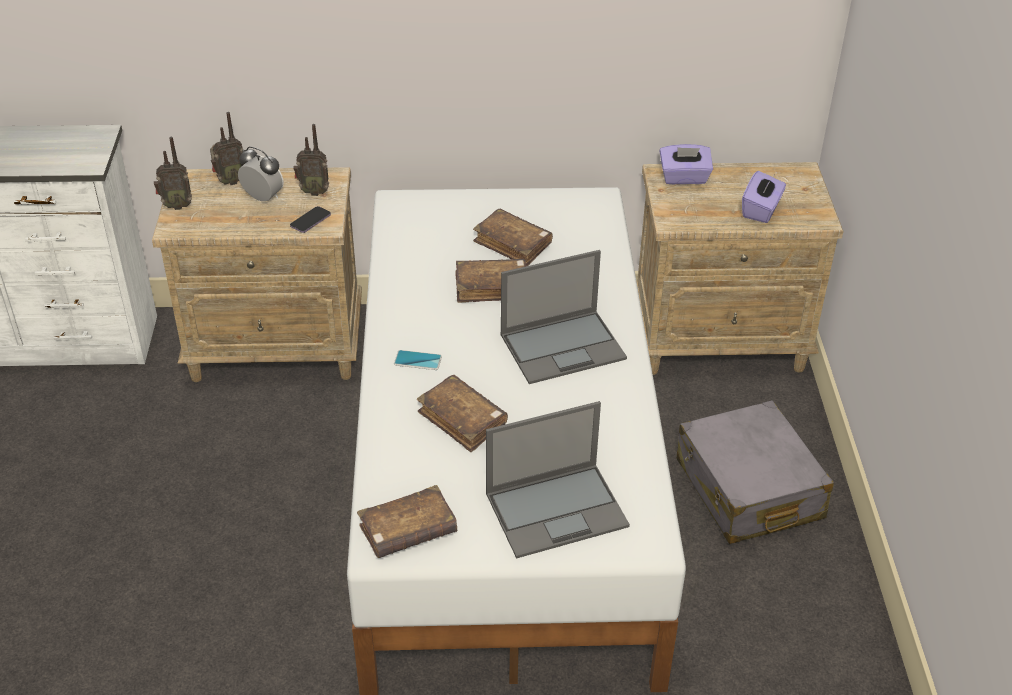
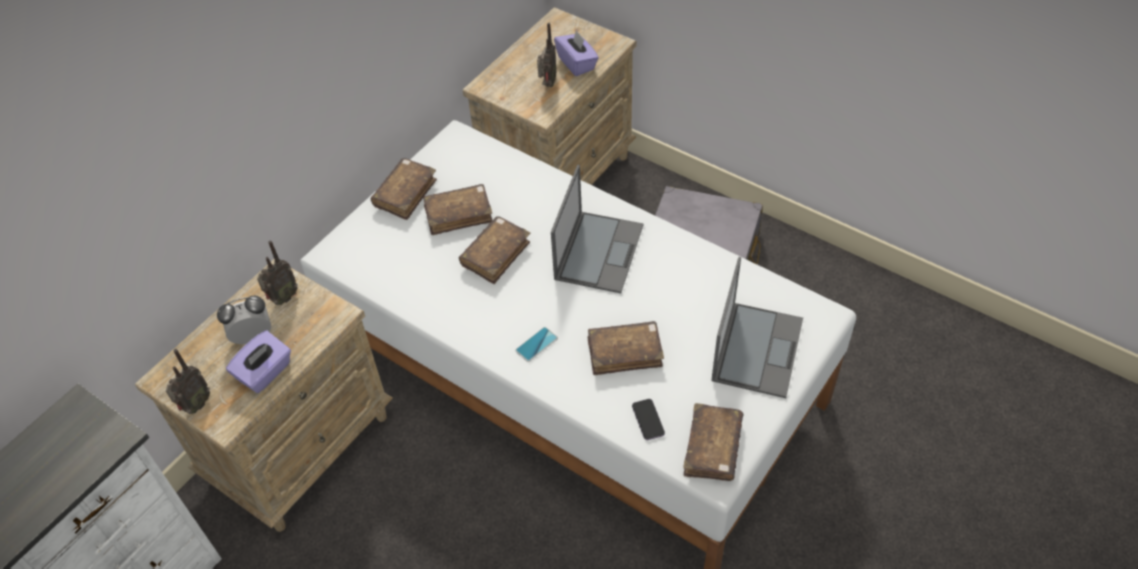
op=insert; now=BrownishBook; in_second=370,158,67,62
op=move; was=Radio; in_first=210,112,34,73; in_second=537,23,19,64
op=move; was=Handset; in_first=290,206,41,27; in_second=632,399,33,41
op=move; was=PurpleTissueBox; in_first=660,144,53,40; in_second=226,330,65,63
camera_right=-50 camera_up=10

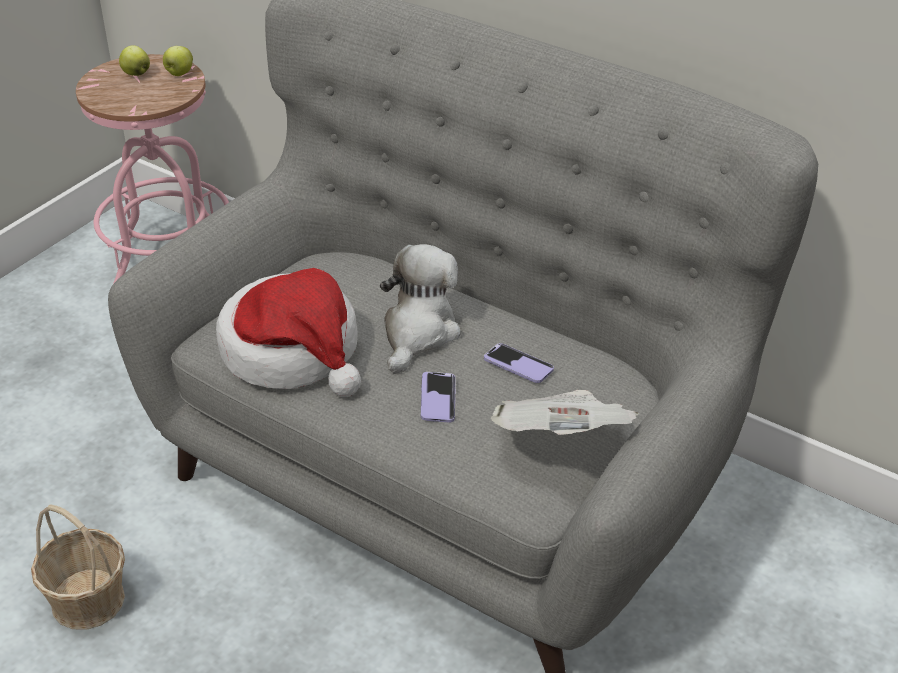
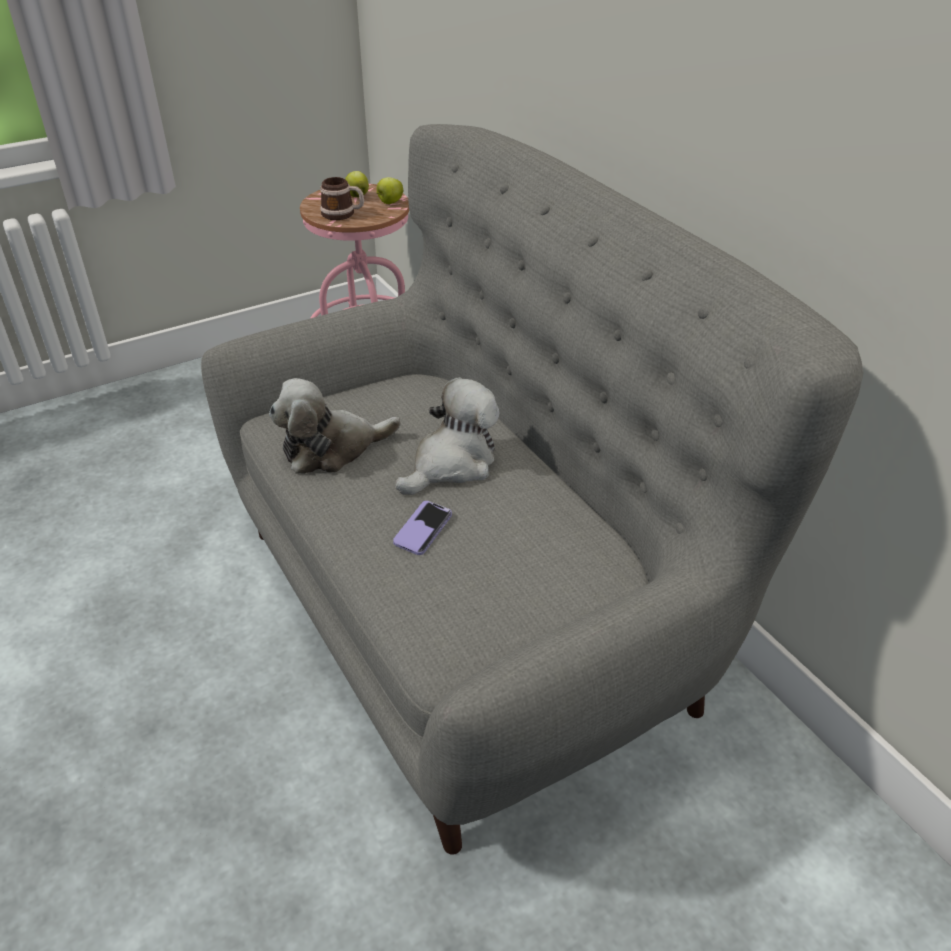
op=delete; was=StorageBasket; in_first=31,504,94,126
op=delete; was=Handset; in_first=484,343,70,40
op=delete; was=Newspaper; in_first=490,390,149,45
op=insert; now=Mug; in_second=320,177,44,43
op=replace; was=WearableHat; now=CuddlyToy; in_first=216,268,145,129; in_second=269,378,132,96
camera_right=25 camera_up=0

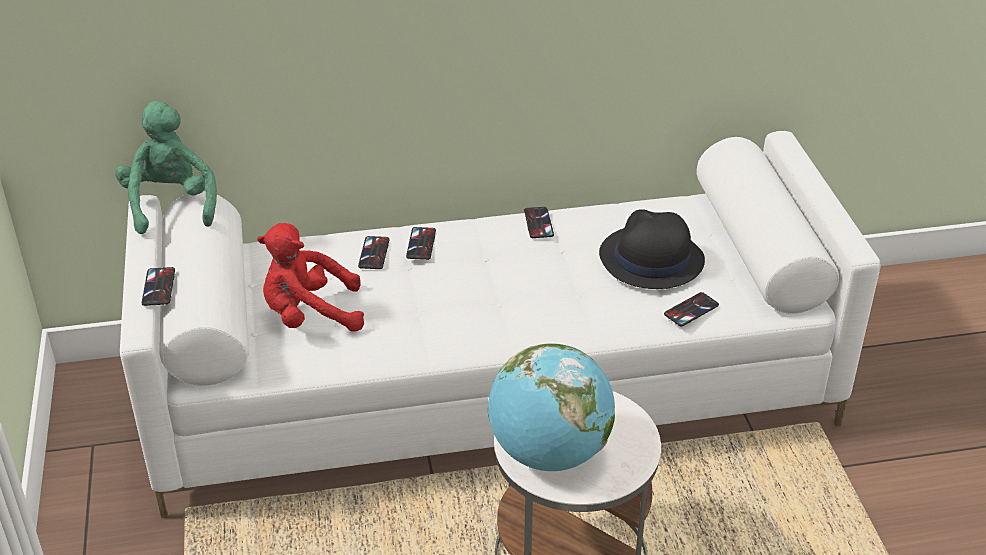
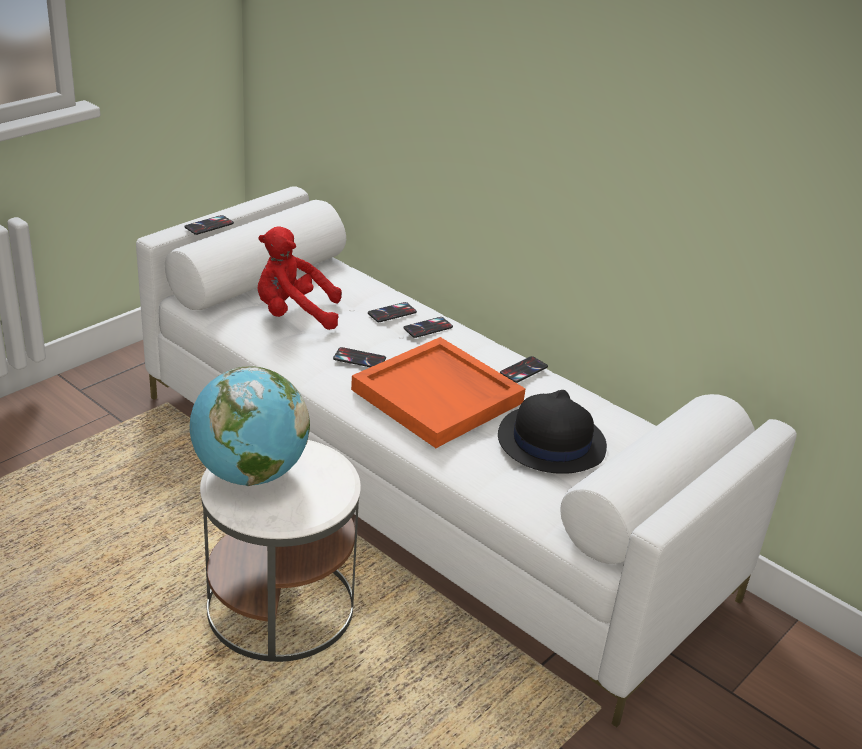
op=delete; was=GreenColouredCuddlyToy; in_first=115,101,102,133
op=insert; now=OrangeyTray; in_second=351,337,174,111
op=move; was=Handset; in_first=664,292,55,34; in_second=333,347,53,20
op=rotate; was=RedCuddlyToy; in_first=257,223,107,109; in_second=258,226,84,104; clockwise=-45
camera_right=50 camera_up=-5

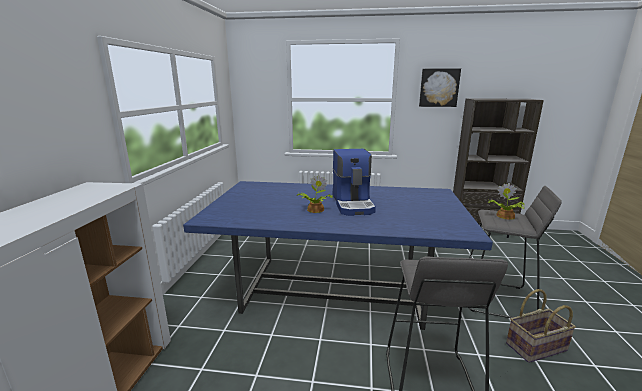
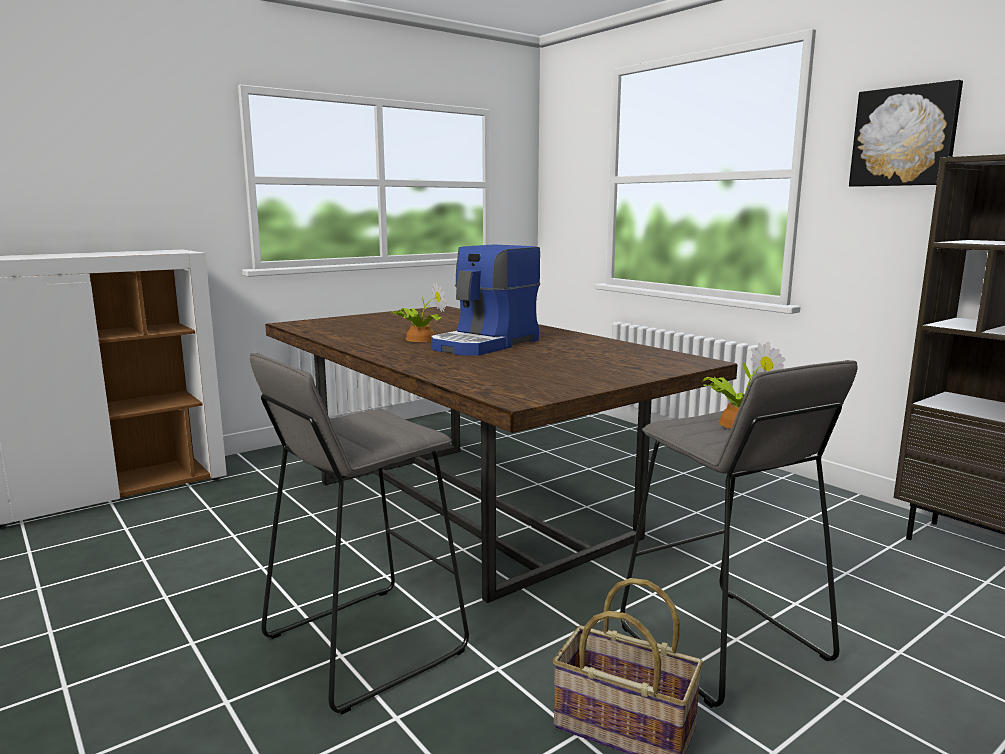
op=recolor; was=BlueDiningTable; now=BrownishDiningTable; in_first=183,181,310,149; in_second=265,306,472,297
camera_right=45 camera_up=-5

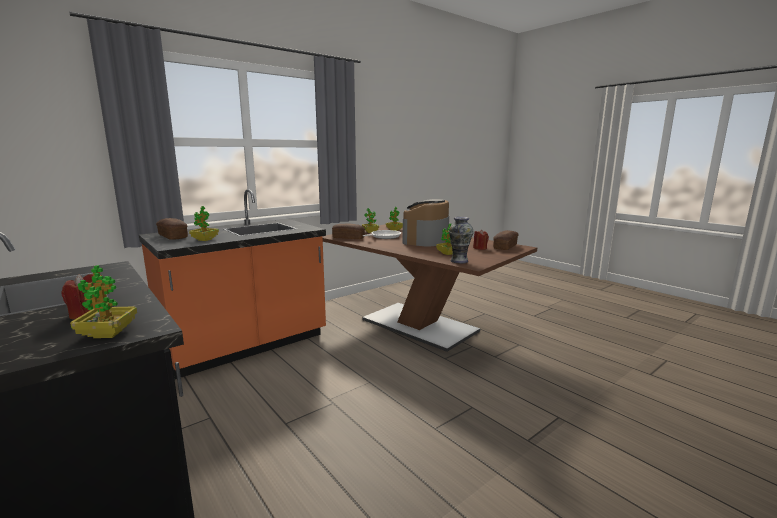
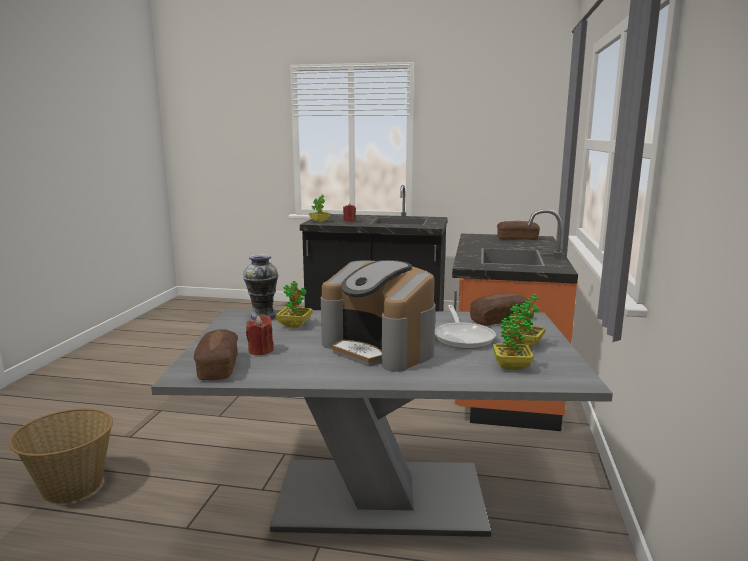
op=delete; was=Houseplant; in_first=189,206,30,35
op=insert; now=StorageBasket; in_second=8,408,105,96
op=recolor; was=BrownishDiningTable; now=GreyishDiningTable; in_first=322,224,215,128; in_second=151,309,462,228
op=rotate; was=CoffeeMaker; in_first=402,199,47,47; in_second=321,260,115,112; clockwise=150
camera_right=140 camera_up=0

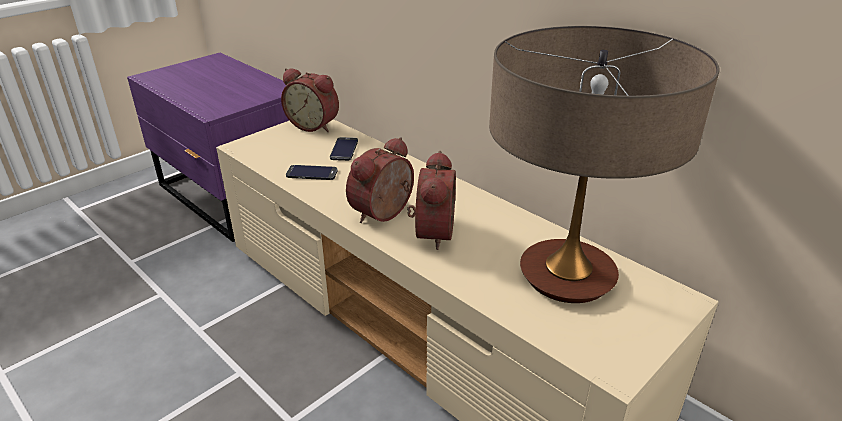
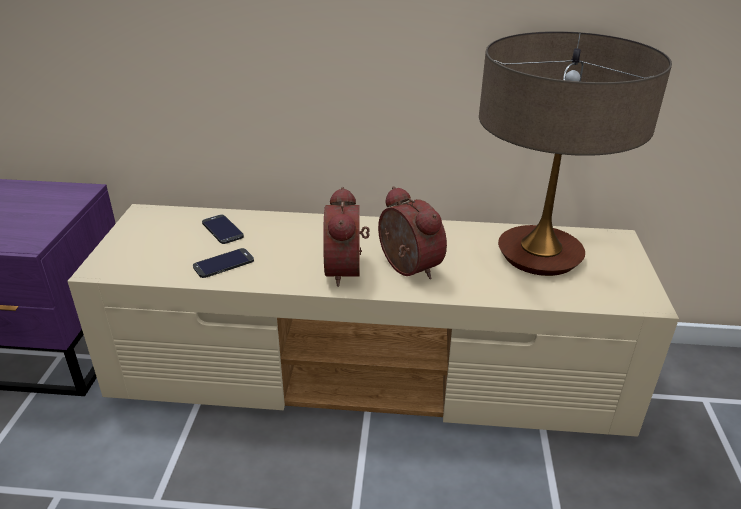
op=delete; was=AlarmClock; in_first=281,68,58,64
camera_right=-40 camera_up=0

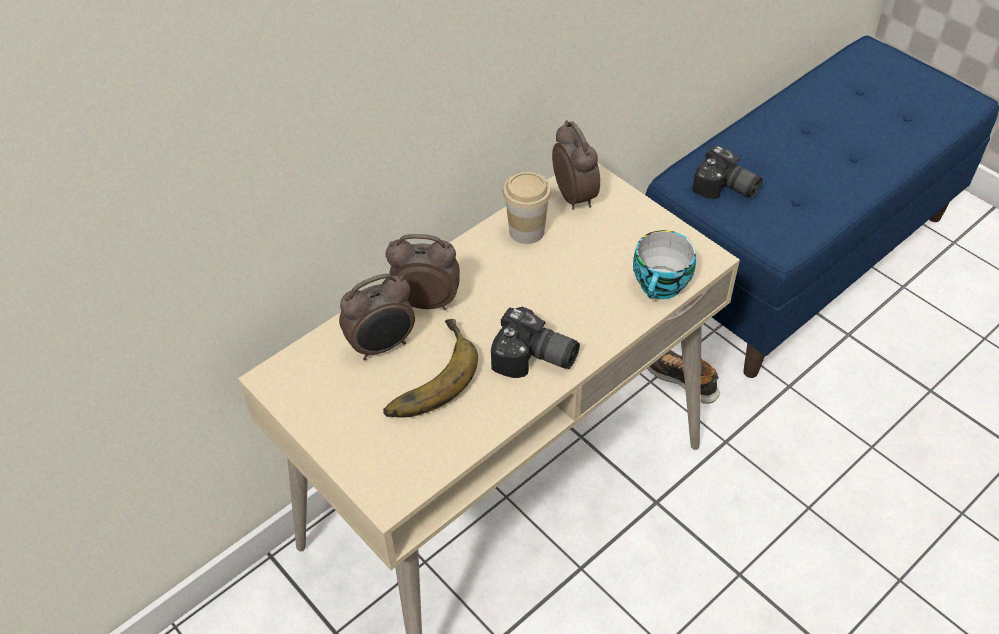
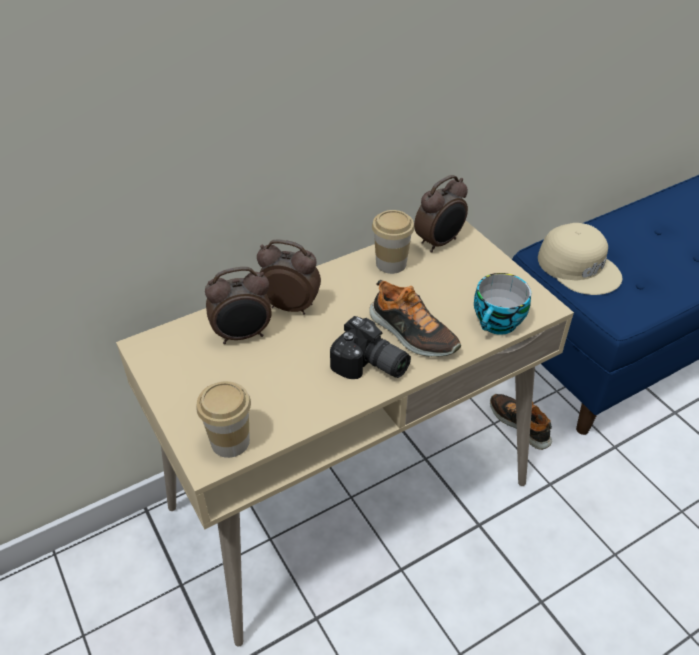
op=delete; was=WholeBanana; in_first=383,319,95,99
op=insert; now=Cup; in_second=196,381,55,77
op=insert; now=ItemOfFootwear; in_second=369,280,92,77
op=replace; was=PhotoCamera; now=BeigePeakedCap; in_first=692,146,71,53; in_second=538,223,84,72
op=rotate; was=AlarmClock; in_first=552,120,48,90; in_second=414,175,54,78; clockwise=60
camera_right=10 camera_up=-5

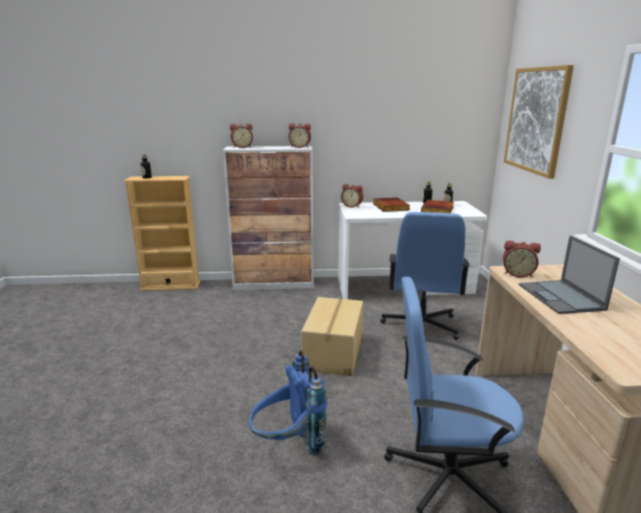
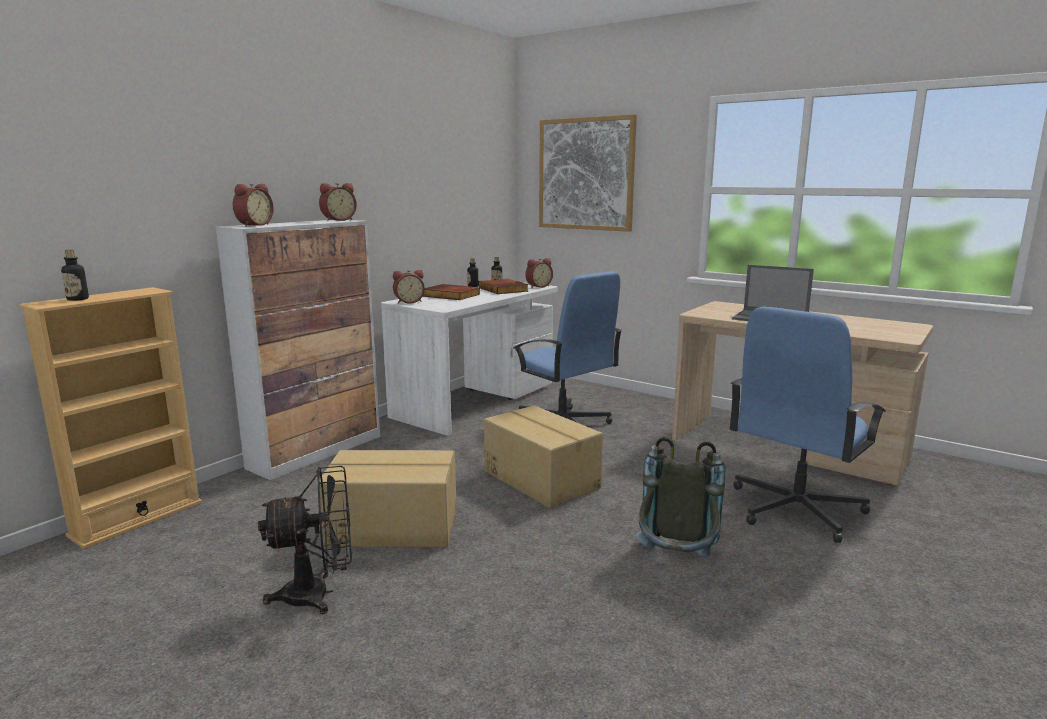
op=insert; now=BlackCoolingFan; in_second=258,466,94,148
op=insert; now=PackingBox; in_second=317,450,139,97
op=move; was=AlarmClock; in_first=503,241,38,36; in_second=525,258,28,30
op=recolor; was=BlueRucksack; now=GreyishRucksack; in_first=248,350,79,106; in_second=636,437,90,120
camera_right=-50 camera_up=-5

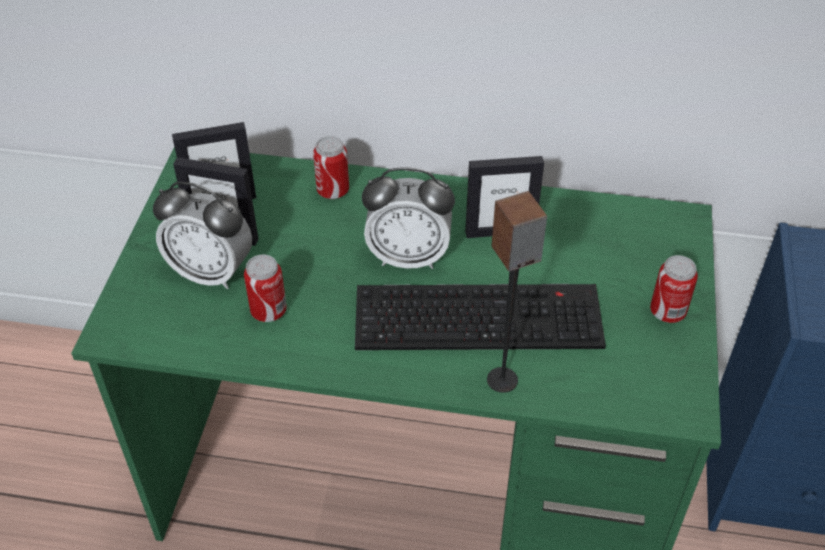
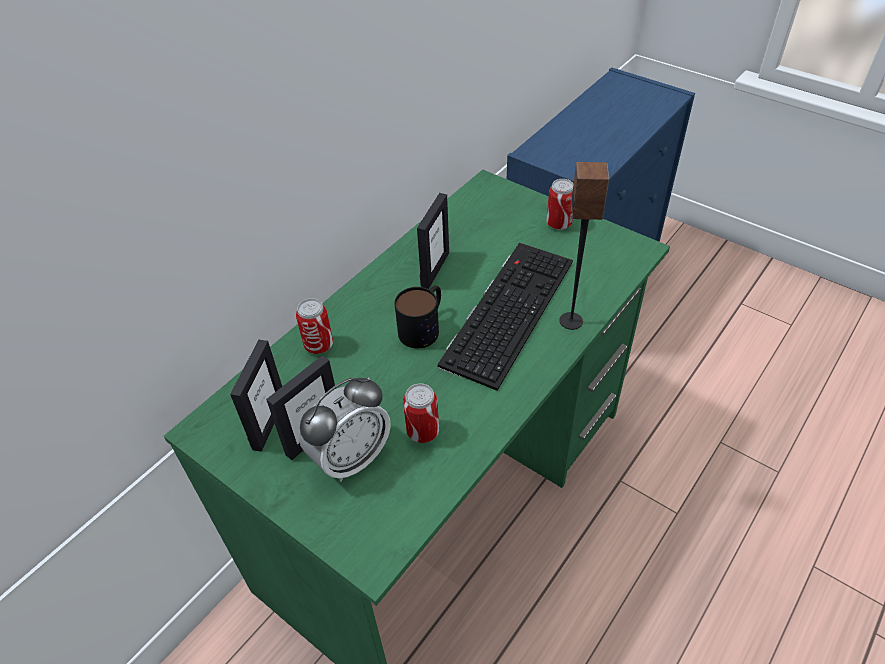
op=replace; was=AlarmClock; now=Mug; in_first=362,167,93,102; in_second=394,286,47,62
camera_right=-60 camera_up=0

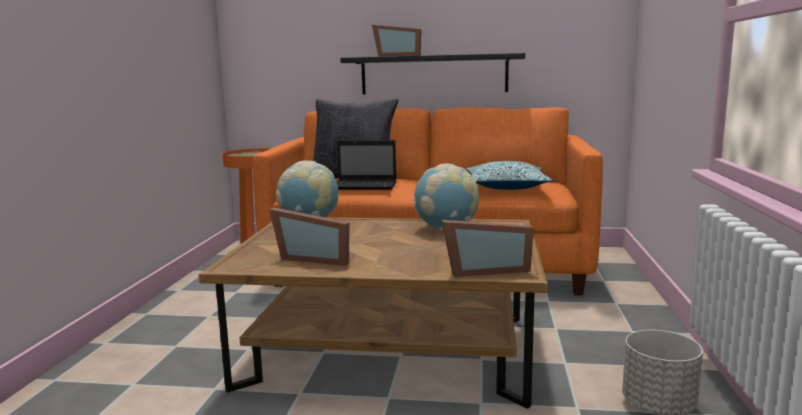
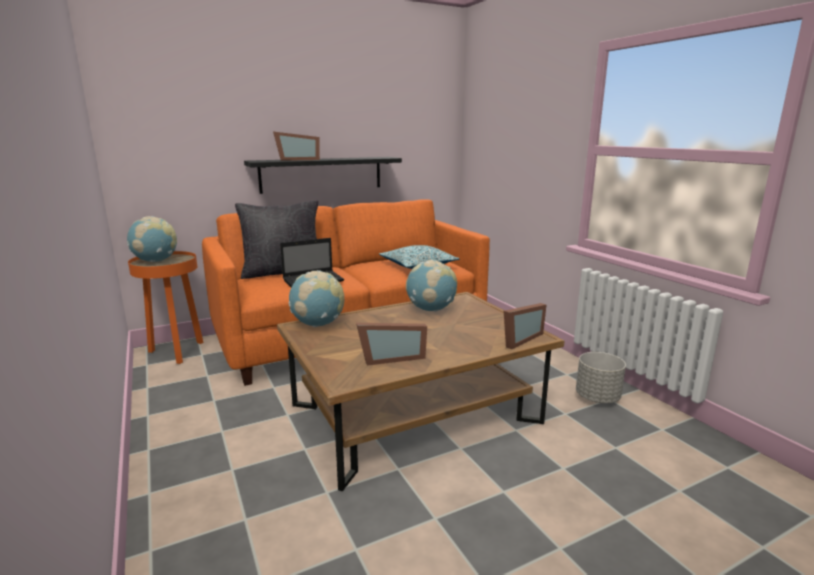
op=insert; now=WorldGlobe; in_second=127,216,50,46
camera_right=-35 camera_up=5

